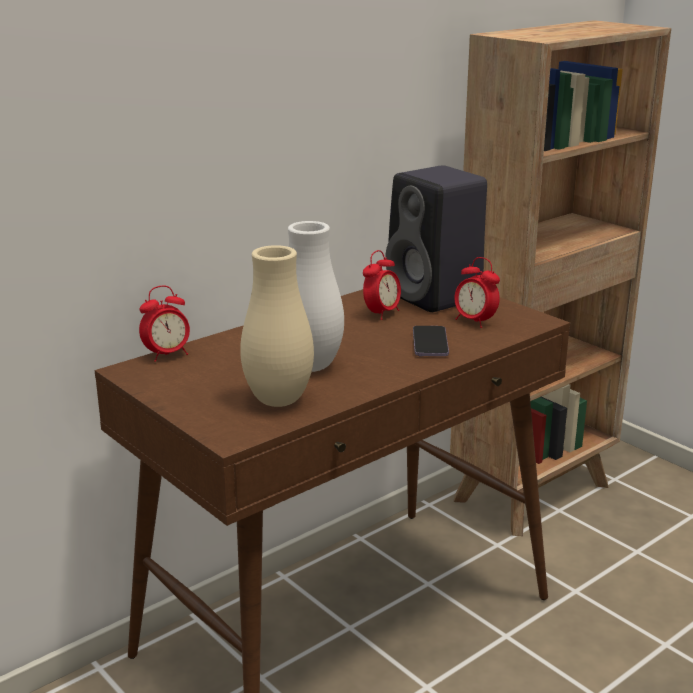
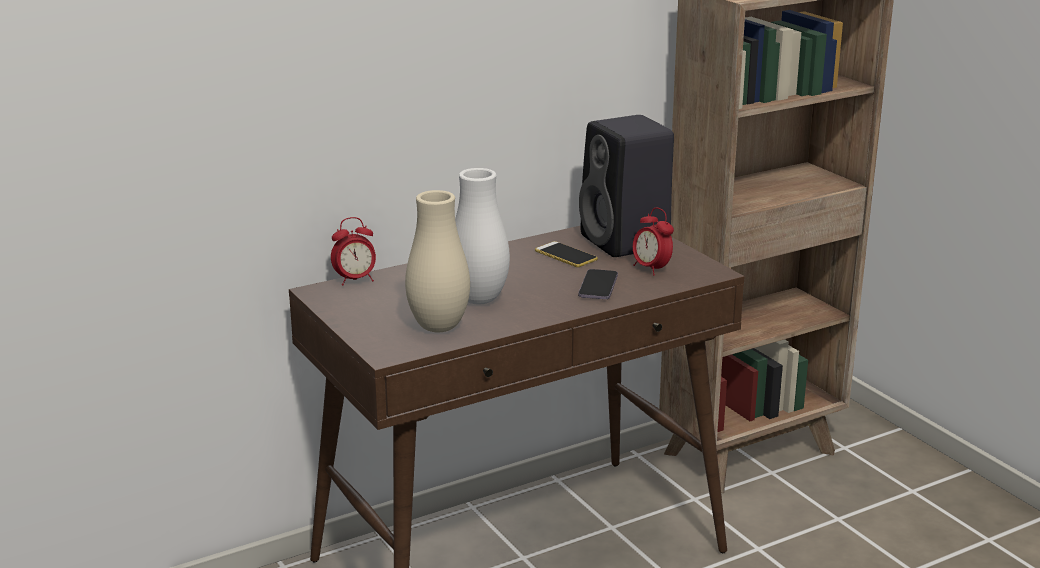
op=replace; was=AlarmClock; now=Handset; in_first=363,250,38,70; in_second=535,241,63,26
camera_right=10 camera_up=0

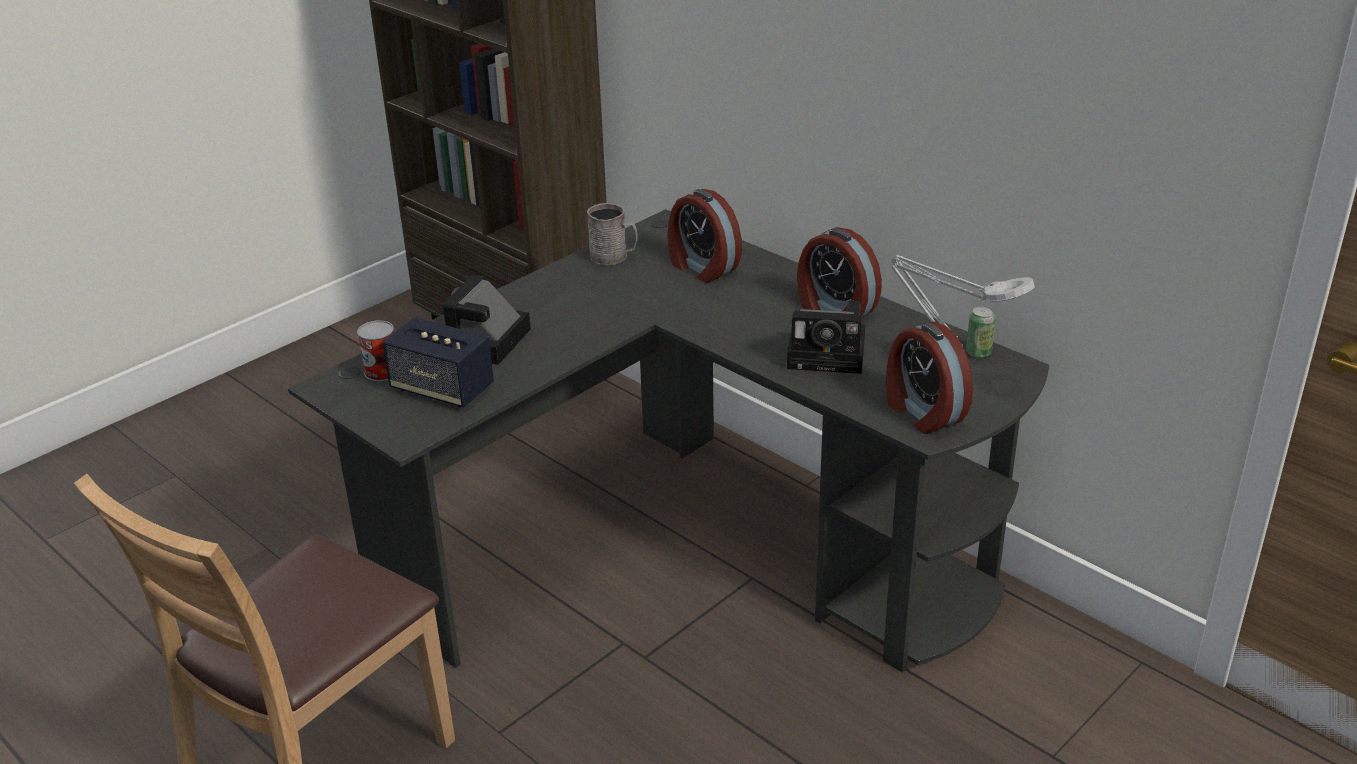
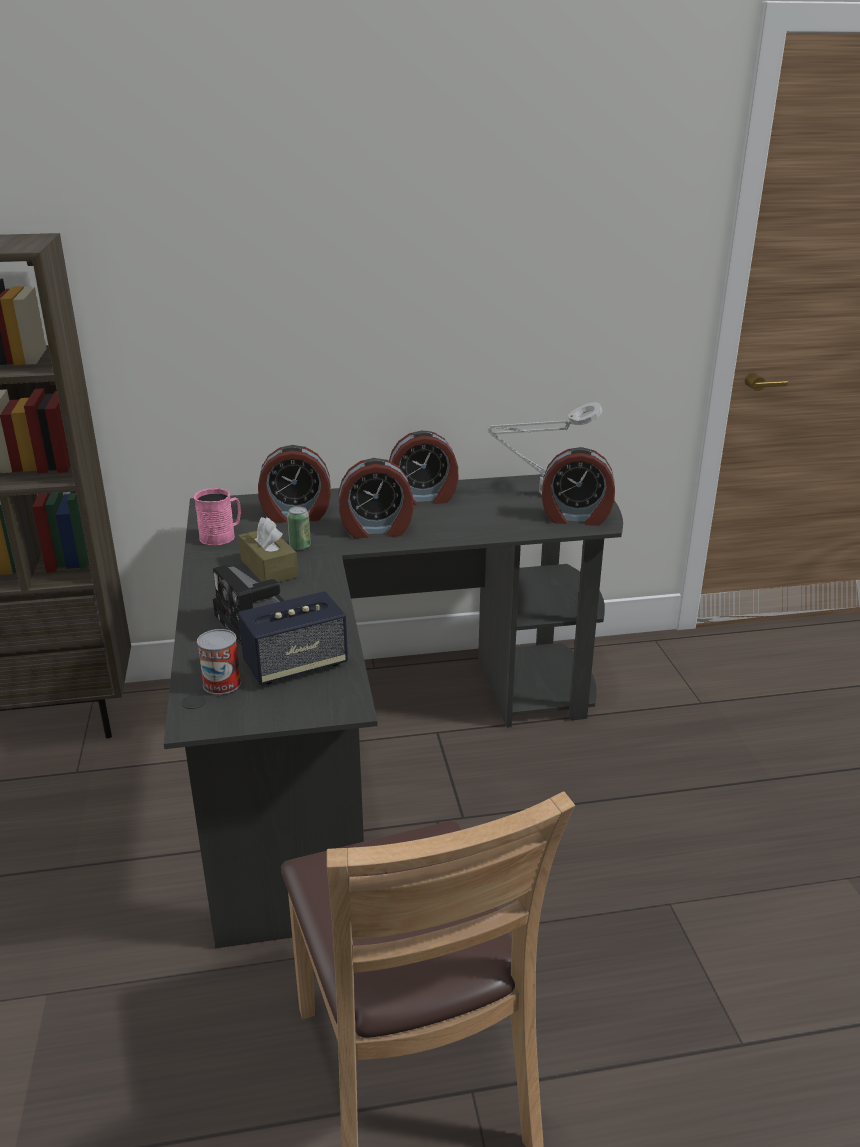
op=delete; was=PhotoCamera; in_first=787,301,78,73
op=insert; now=BrownishTissueBox; in_second=239,517,59,66
op=insert; now=AlarmClock; in_second=338,458,76,80
op=move; was=SealedCan; in_first=966,306,30,52; in_second=287,506,24,44
op=recolor; was=GreyishMug; now=PinkMug; in_first=587,203,51,62; in_second=194,488,47,57
camera_right=-55 camera_up=-5

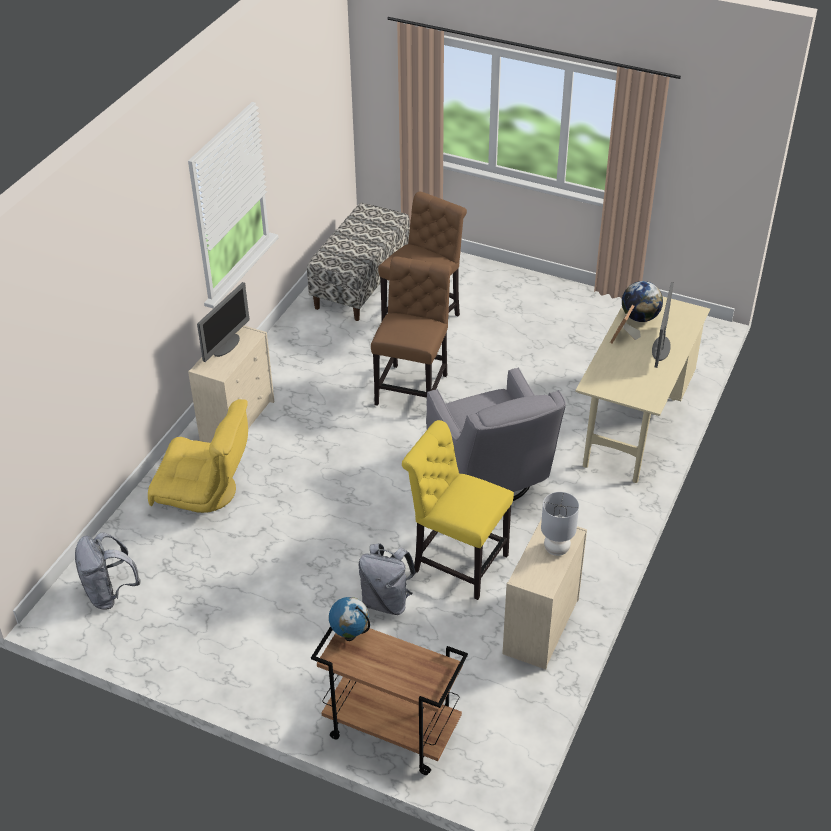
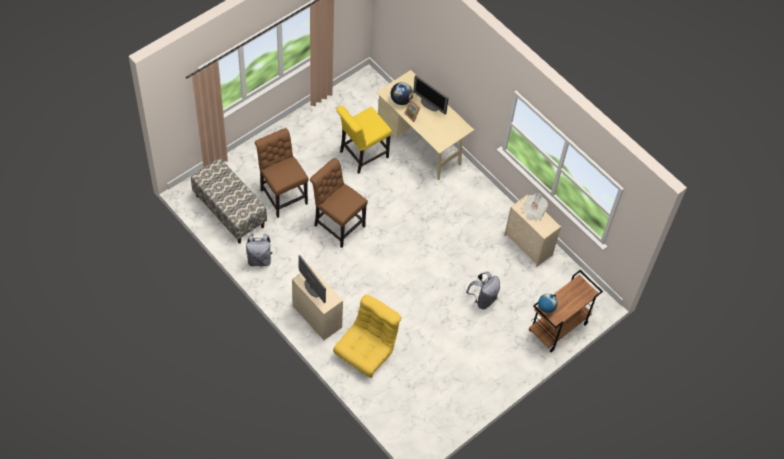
op=delete; was=GreyishArmchair; in_first=426,367,140,134
op=move; was=GreyishRucksack; in_first=75,533,66,77; in_second=245,234,28,32
op=move; was=YellowishUprightChair; in_first=402,420,112,180; in_second=336,106,56,68
op=replace; was=GreyishLampForATable; now=Newspaper; in_first=541,492,38,64; in_second=523,193,25,28
camera_right=-70 camera_up=15

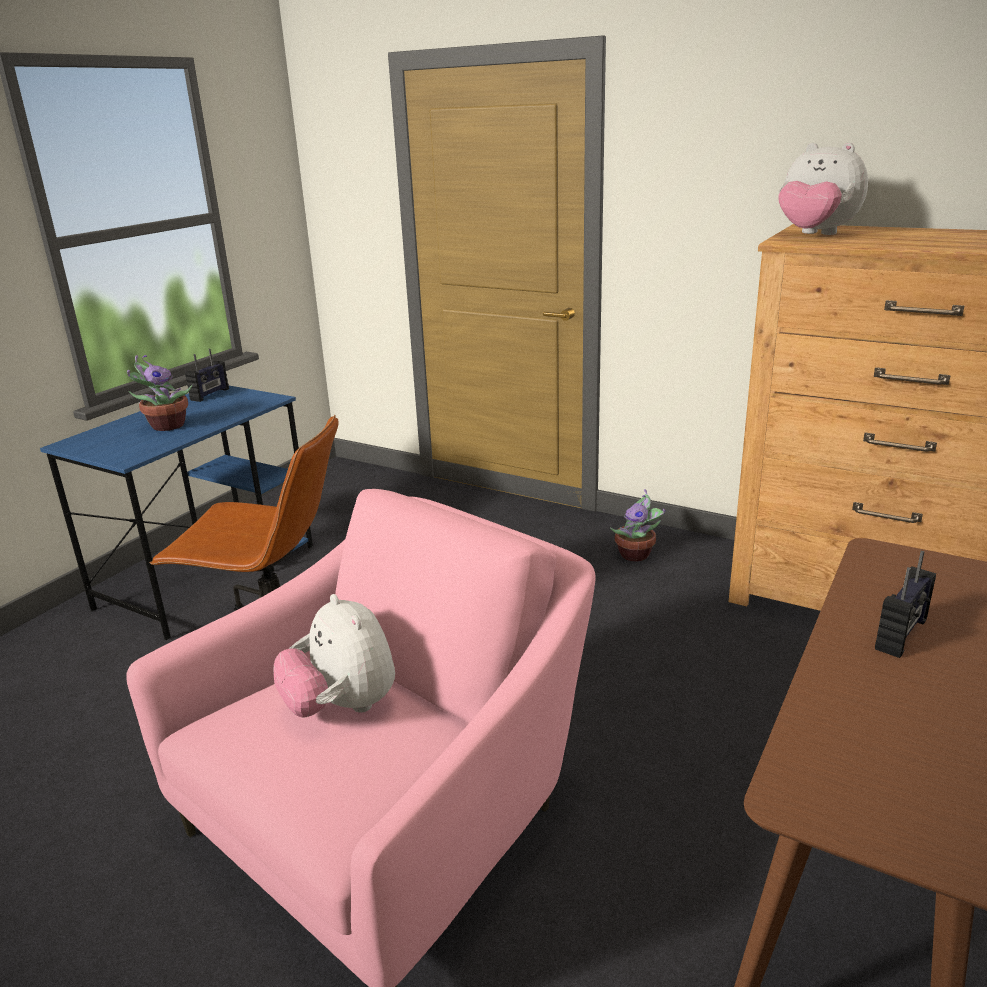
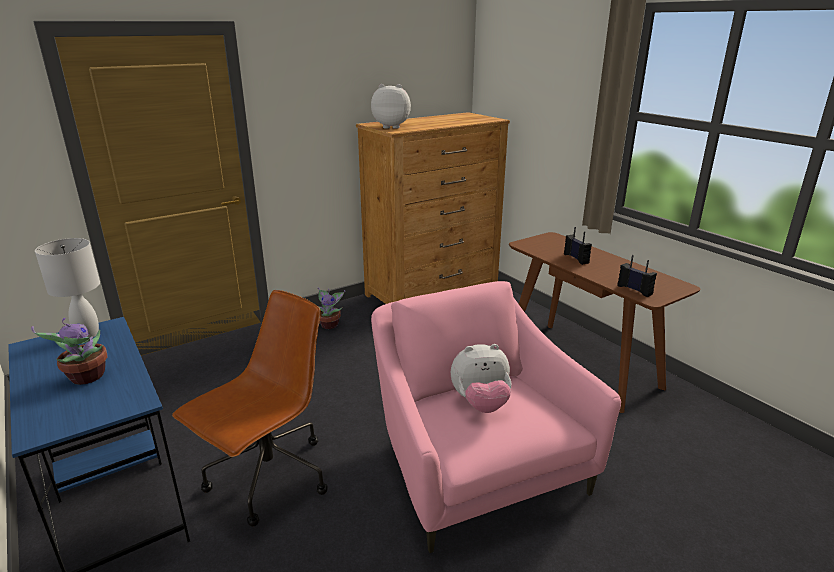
op=insert; now=WhiteLampForATable; in_second=35,238,65,101
op=move; was=Radio; in_first=185,349,44,53; in_second=617,255,40,42
op=rotate; was=CuddlyToy; in_first=779,143,89,92; in_second=371,84,40,45; clockwise=-150
camera_right=-65 camera_up=0

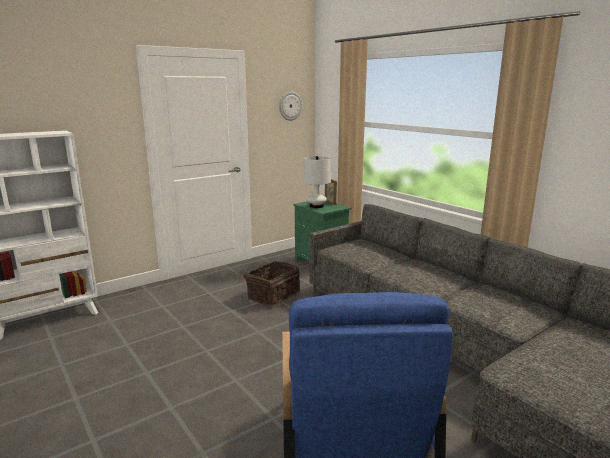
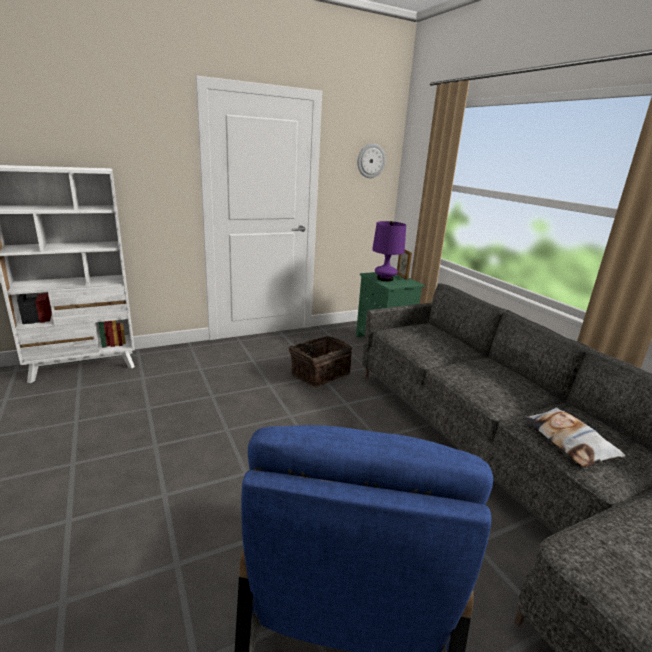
op=insert; now=Cushion; in_second=523,407,103,61
op=recolor; was=WhiteLampForATable; now=PurpleLampForATable; in_first=303,156,28,52; in_second=372,221,34,61
camera_right=10 camera_up=5

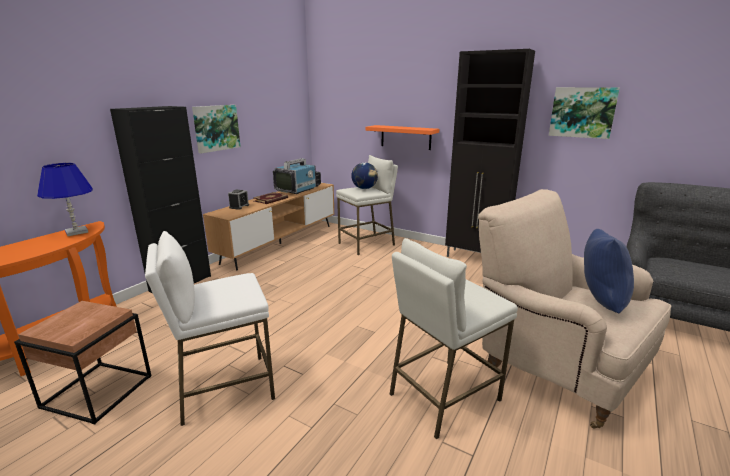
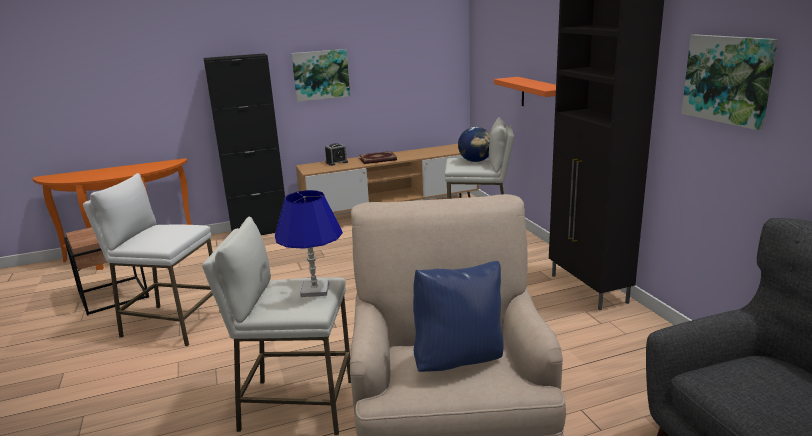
op=delete; was=Television; in_first=273,158,48,36
op=move; was=BlueLampForATable; in_first=37,163,56,73; in_second=275,190,68,107
camera_right=40 camera_up=0

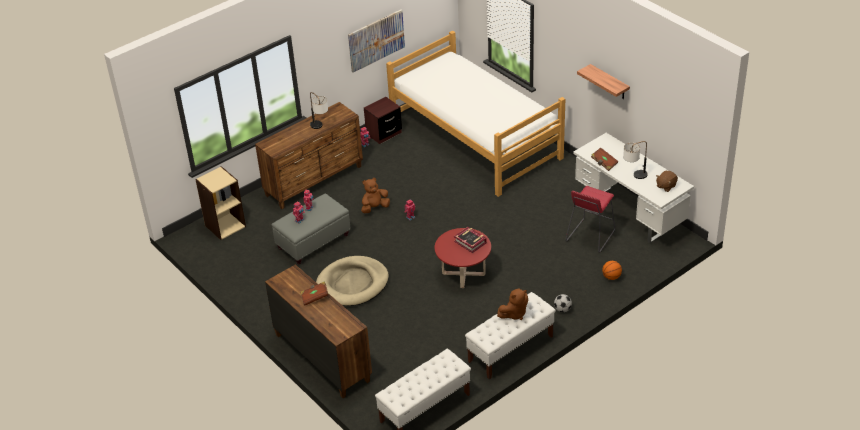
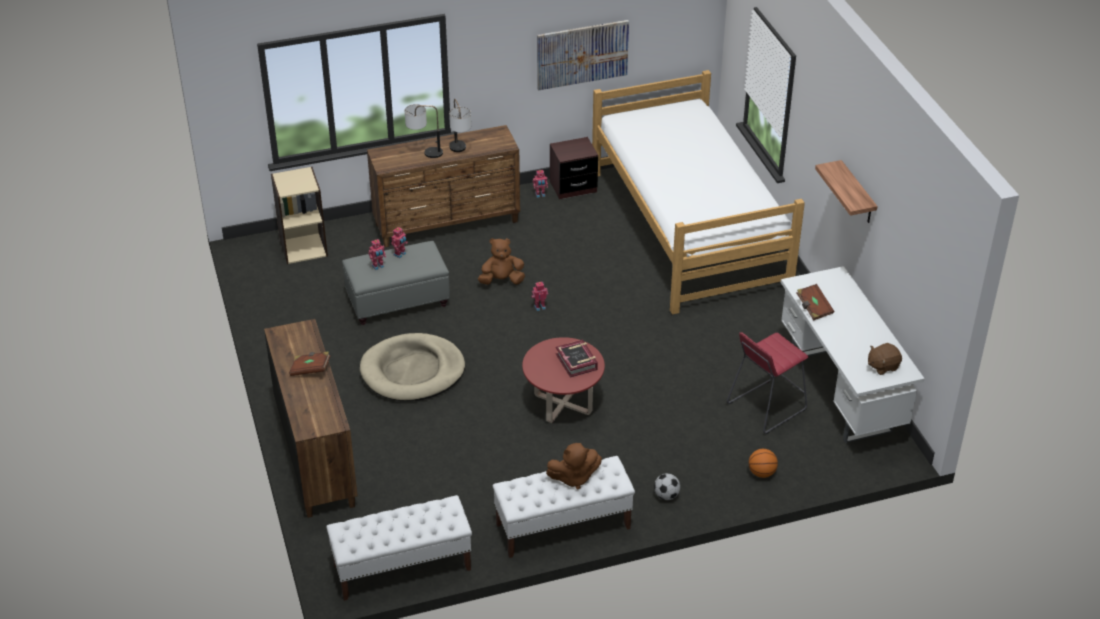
op=move; was=LampForATable; in_first=623,141,24,38; in_second=405,104,38,54
camera_right=20 camera_up=0

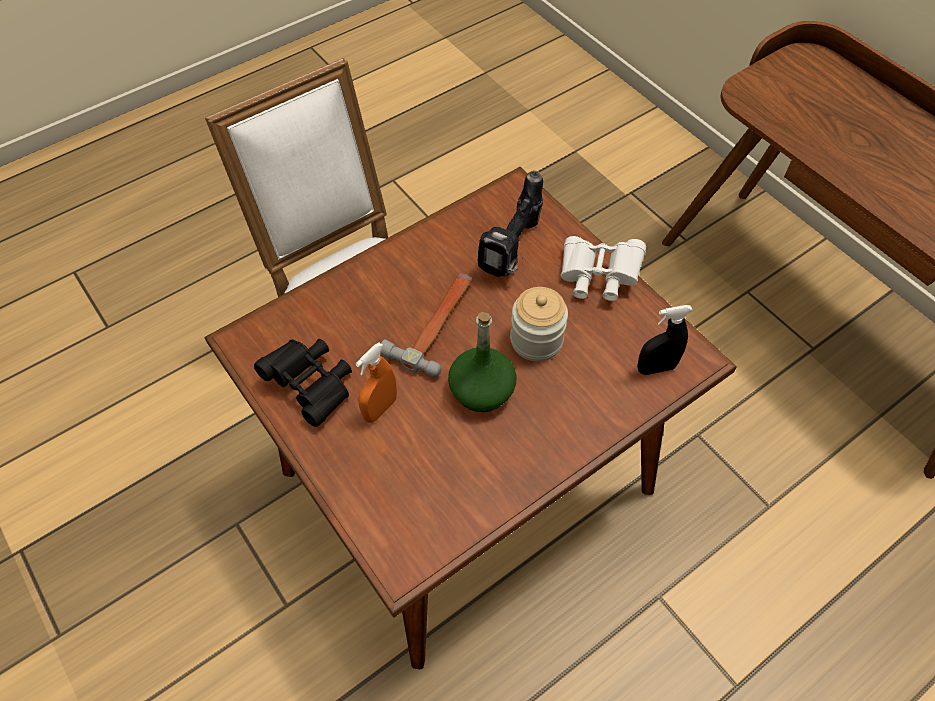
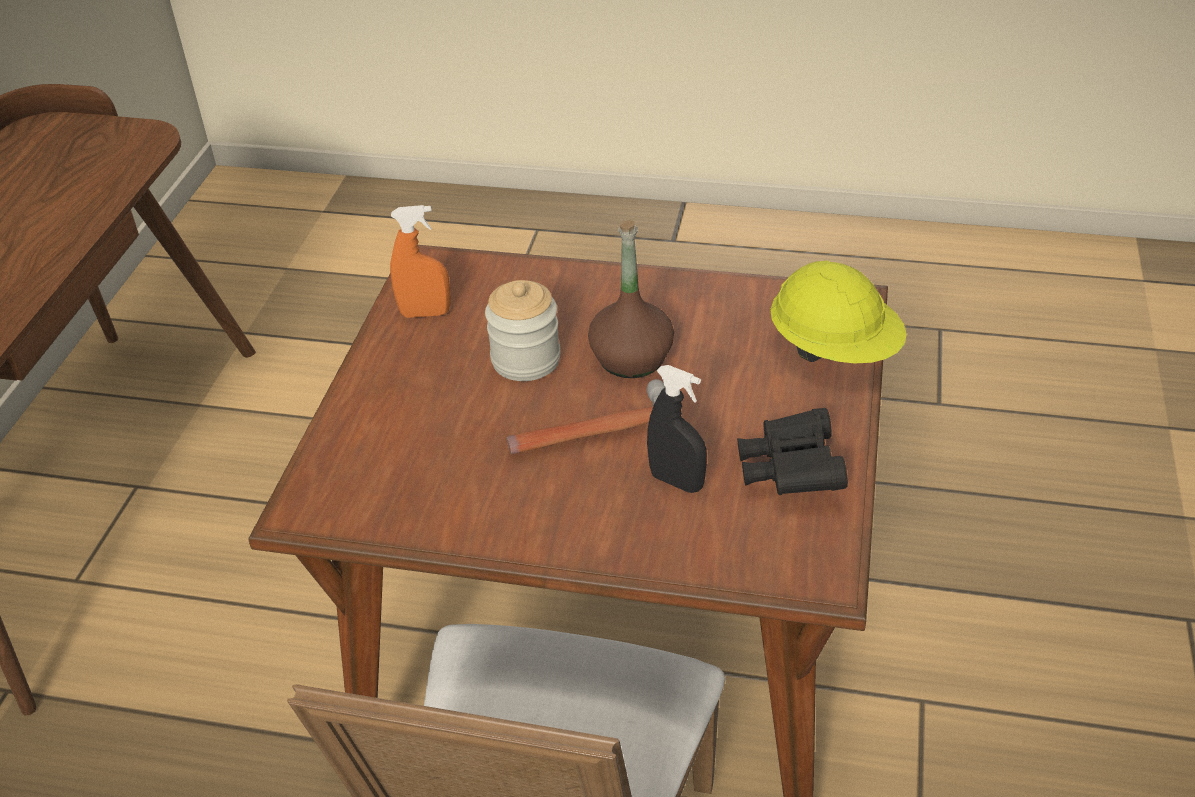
op=delete; was=PowerDrill; in_first=478,170,65,107
op=delete; was=WhiteBinoculars; in_first=560,236,86,65
op=insert; now=YellowishHardHat; in_second=770,260,137,103
op=move; was=OrangeySprayBottle; in_first=355,343,42,80; in_second=390,205,61,113
op=move; was=BlackSprayBottle; in_first=637,305,56,70; in_second=647,365,60,128
op=recolor; was=GreenColouredDrinkBottle; now=BrownishDrinkBottle; in_first=448,312,69,100; in_second=588,220,86,158
camera_right=-130 camera_up=-15

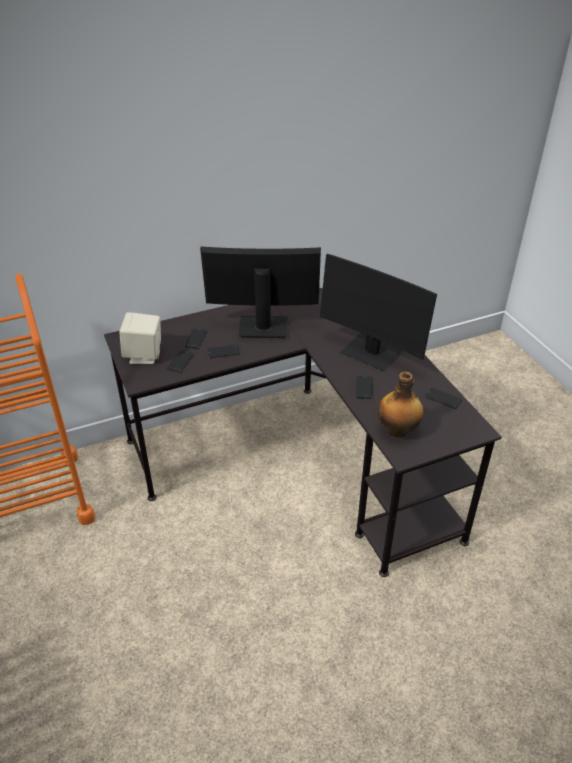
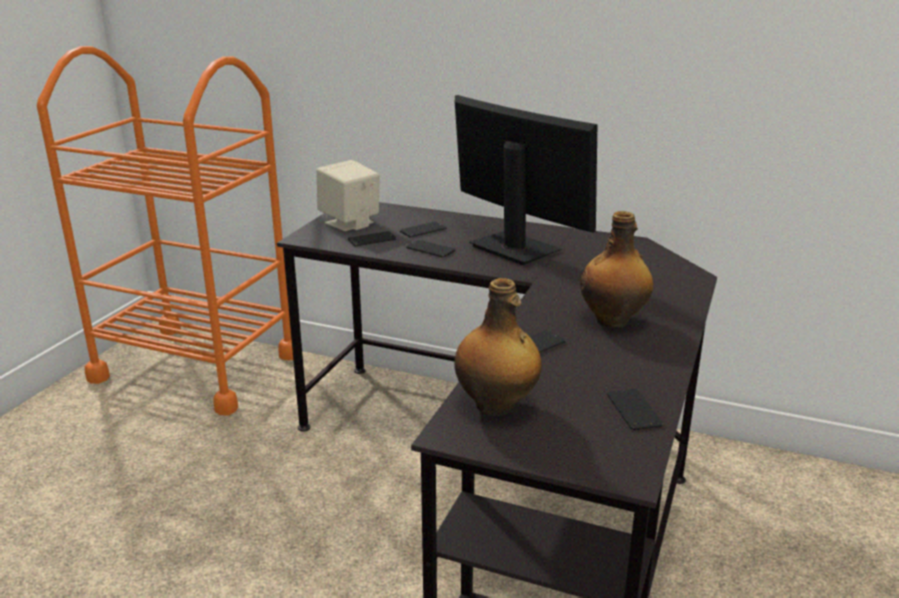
op=replace; was=Monitor; now=DrinkBottle; in_first=320,254,117,117; in_second=580,211,73,117
camera_right=45 camera_up=-15

